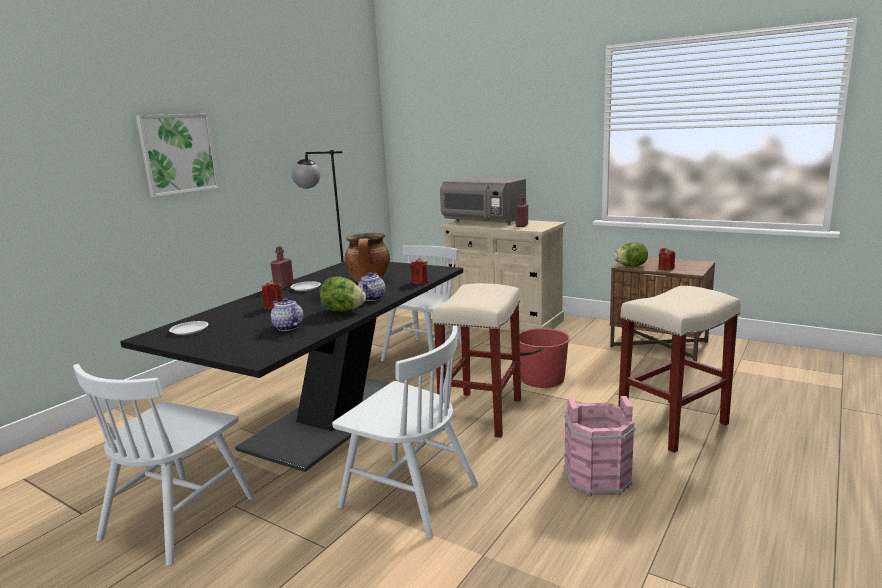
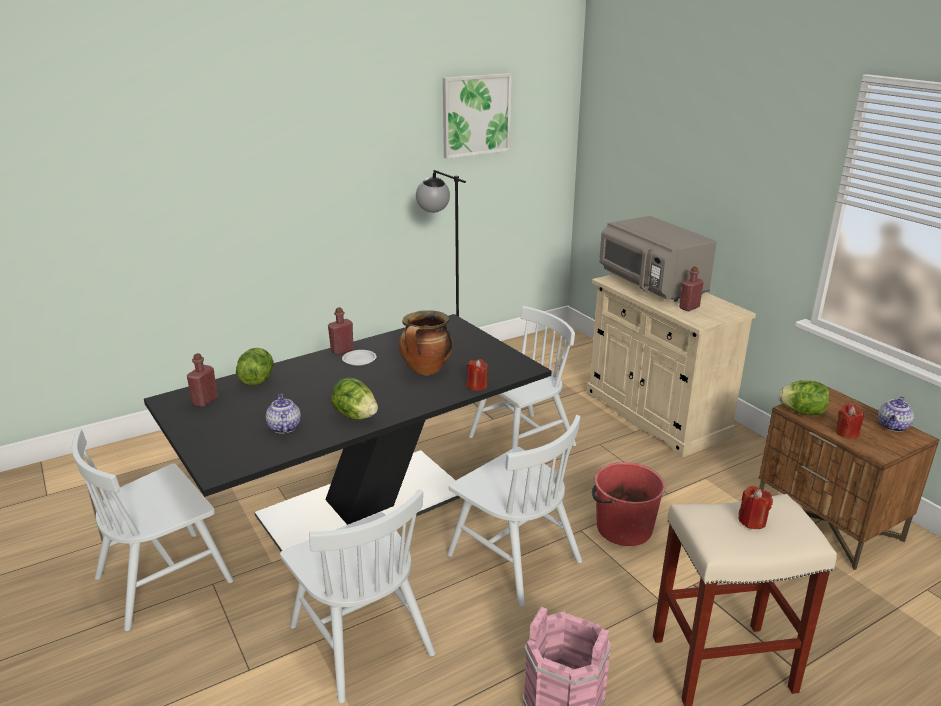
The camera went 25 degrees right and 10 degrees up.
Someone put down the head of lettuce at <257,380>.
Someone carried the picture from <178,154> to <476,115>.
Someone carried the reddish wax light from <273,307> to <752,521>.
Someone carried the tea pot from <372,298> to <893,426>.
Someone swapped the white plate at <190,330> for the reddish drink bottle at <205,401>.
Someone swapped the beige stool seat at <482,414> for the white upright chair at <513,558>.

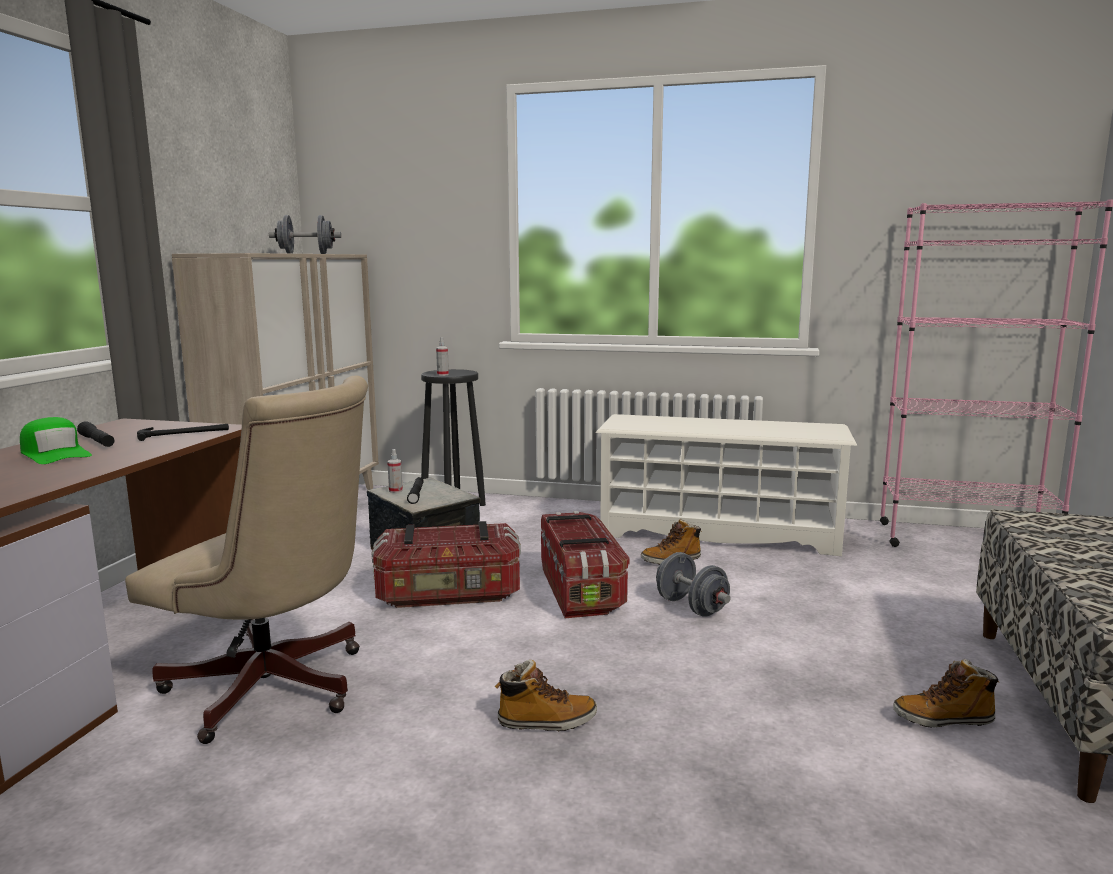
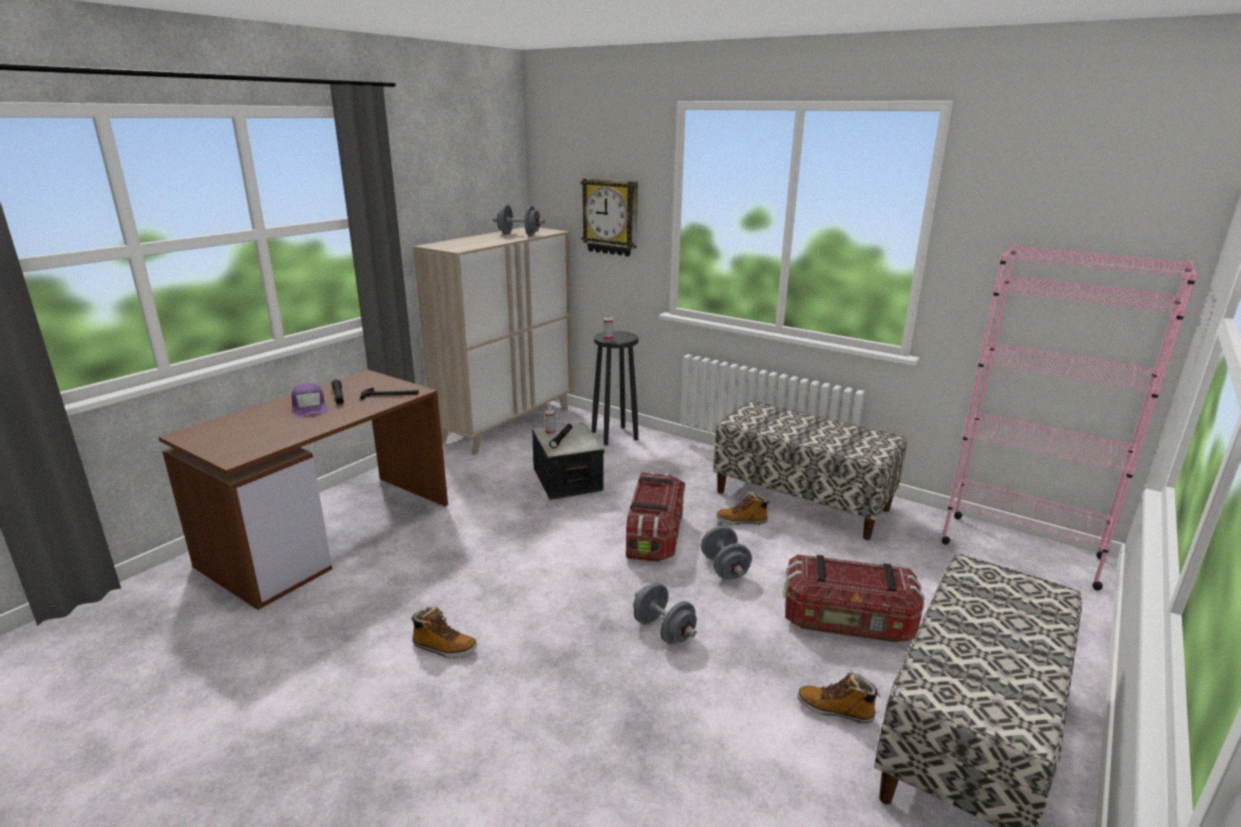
The camera went 20 degrees right and 10 degrees up.
Someone took away the beige office chair at <275,691>.
Someone put up the wall clock at <611,217>.
Someone put down the greyish hand weight at <663,630>.
Someone carried the storage box from <449,595> to <847,622>.
Someone carried the tall boot from <546,722> to <444,648>.
Someone swapped the white shoe rack at <719,532> for the bench at <802,500>.
Someone repainted the green-coloured peaked cap at <55,454>, which became the purplish peaked cap at <309,407>.

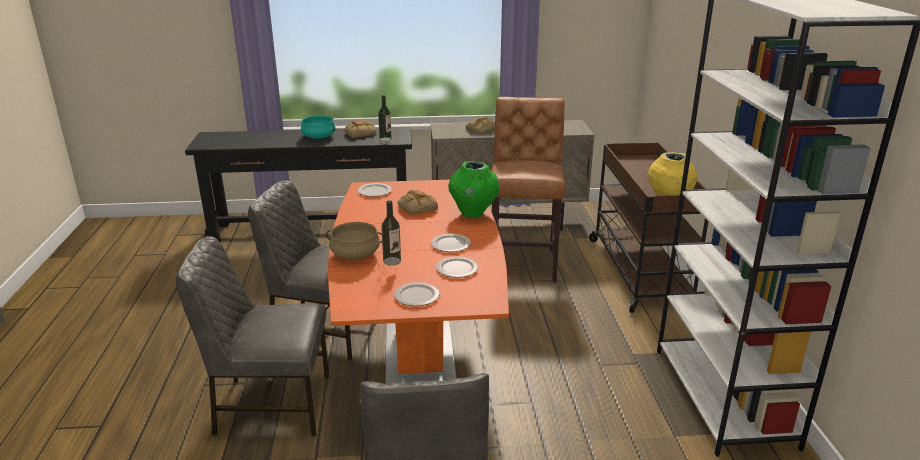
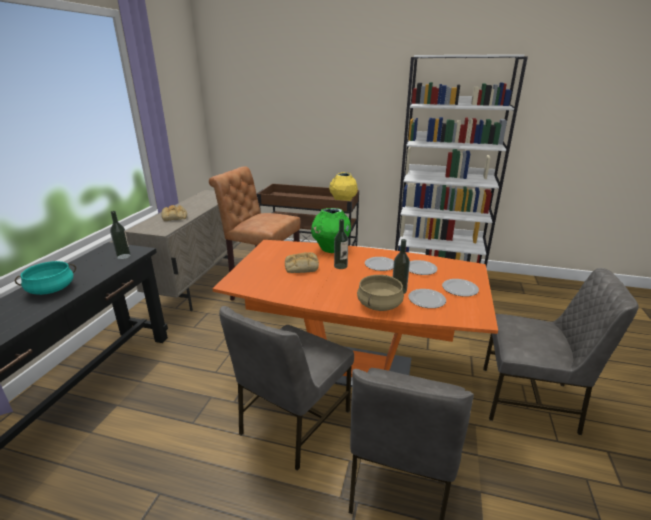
The camera went 70 degrees left and 0 degrees up.
Someone took away the bakery bread at <360,133>.
Someone put down the drink bottle at <340,266>.
Someone carried the plate from <374,192> to <427,300>.

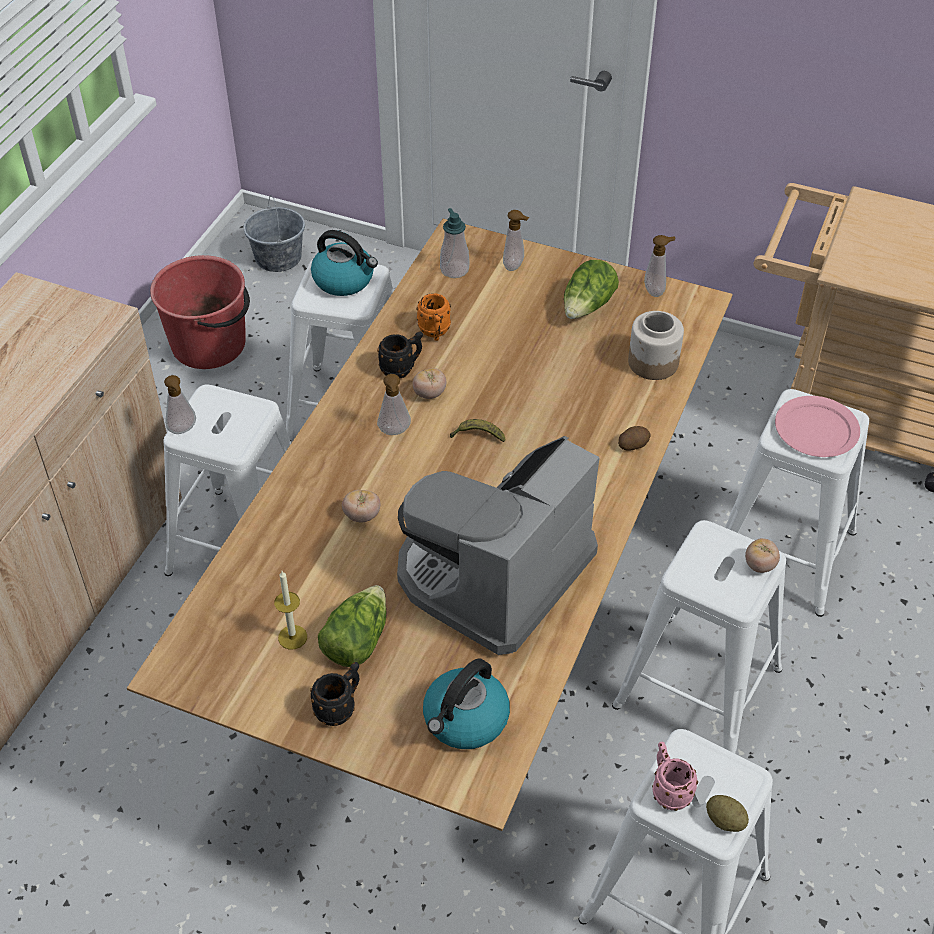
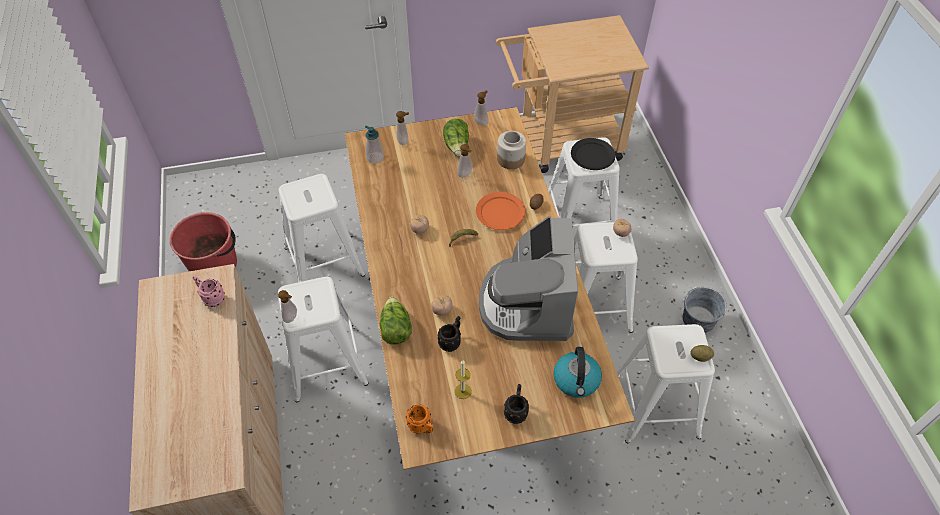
The camera went 35 degrees left and 5 degrees up.
Someone took away the water kettle at <344,280>.
Someone put down the orange plate at <500,212>.
Someone carried the greyish pail from <278,257> to <698,319>.
Someone carried the head of lettuce from <356,640> to <395,328>.
Someone carried the blackish coffee mug from <402,369> to <451,341>.
Someone carried the soap dispenser from <394,432> to <465,175>.
Someone carried the orange coffee mug from <435,333> to <422,427>.
Someone carried the pink coffee mug from <668,790> to <211,298>.
Someone repainted the pink plate at <816,430>, which became the blackish plate at <593,156>.

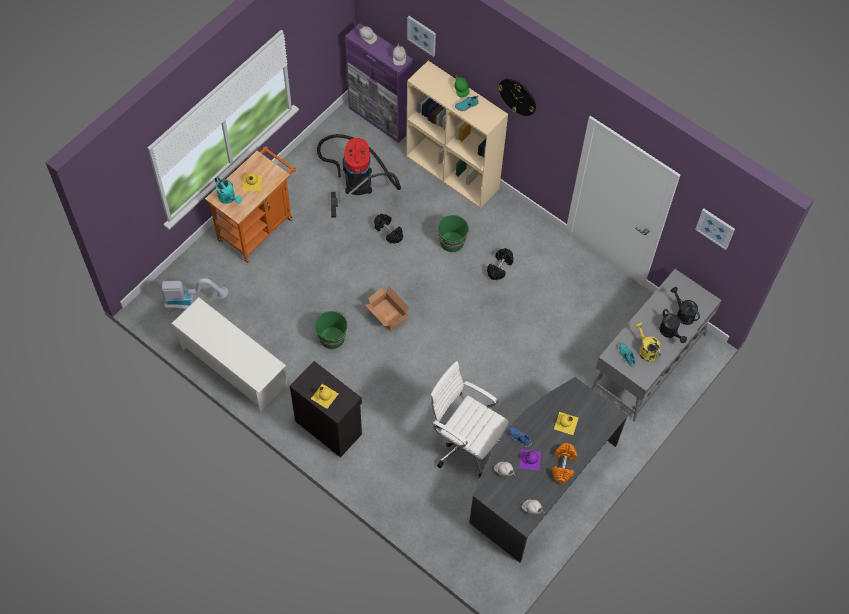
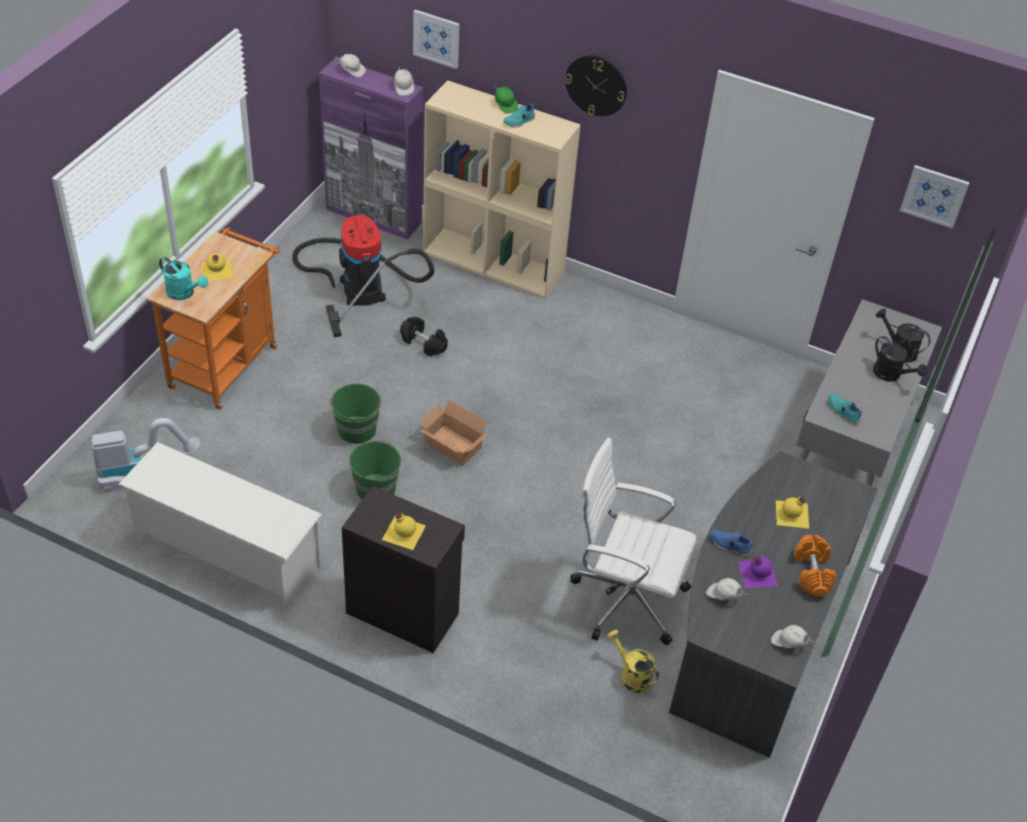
The camera went 15 degrees left and 15 degrees down.
Someone took away the blackish hand weight at <500,267>.
Someone carried the green-coloured pail from <451,242> to <357,430>.
Someone carried the yellow watering pot from <645,350> to <631,675>.

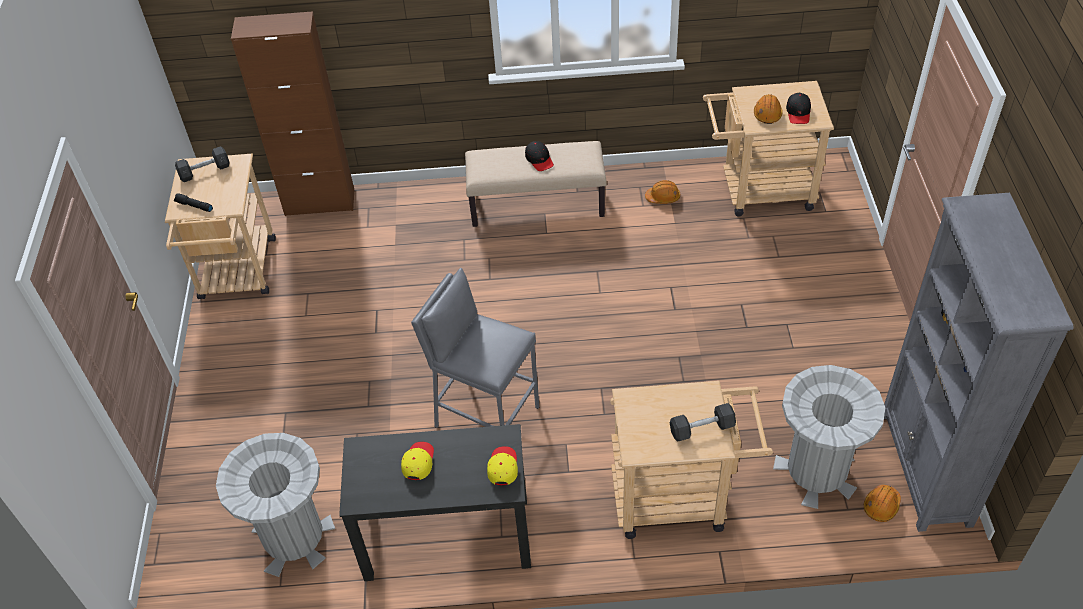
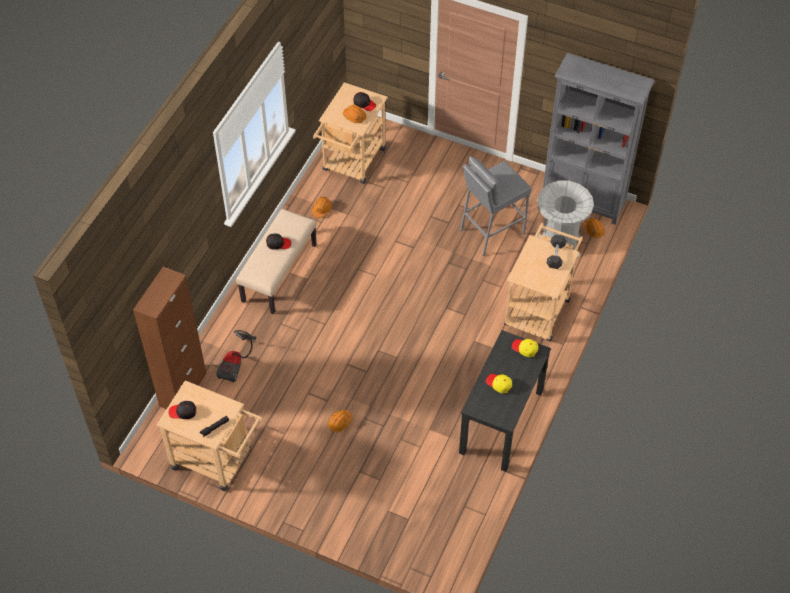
The camera went 65 degrees left and 5 degrees up.
Someone took away the greyish trash can at <293,537>.
Someone put down the vacuum cleaner at <236,363>.
Someone put down the orange hard hat at <339,422>.
Someone carried the greyish stool seat from <486,416> to <491,231>.
Someone swapped the greyish hand weight at <205,171> for the blackish peaked cap at <183,412>.

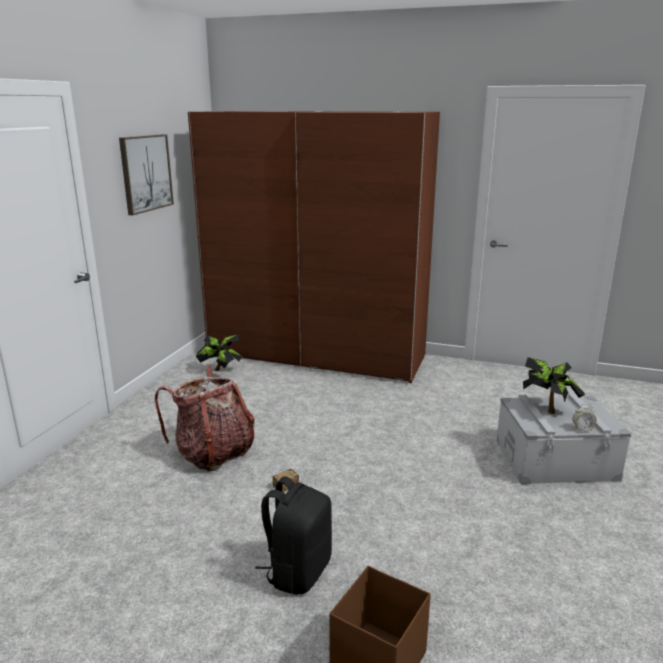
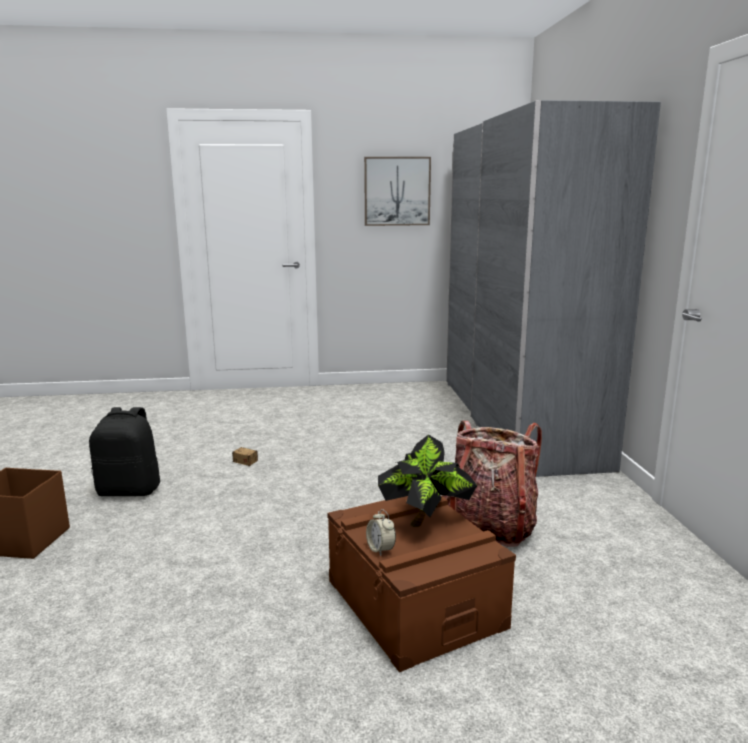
The camera went 65 degrees right and 5 degrees down.
Someone took away the potted plant at <221,371>.
Someone carried the rucksack from <213,453> to <489,526>.
Someone repainted the brownish wardrobe at <316,354>, which became the greyish wardrobe at <516,420>.
Someone repainted the greyish storage box at <555,459>, which became the brownish storage box at <415,603>.

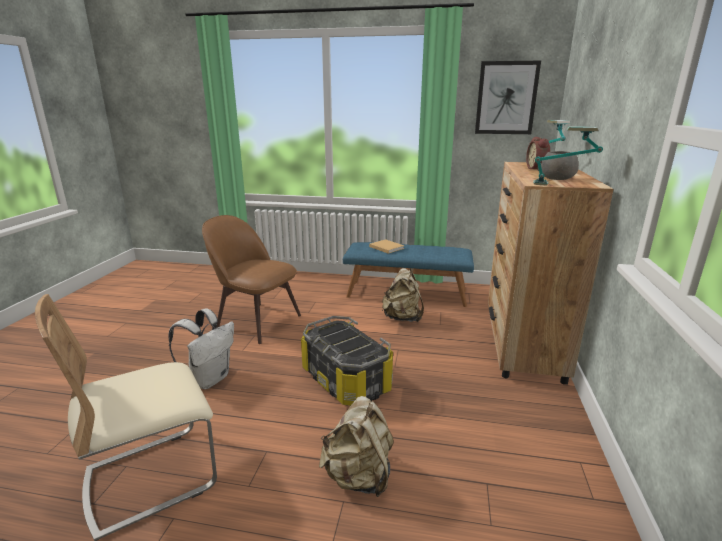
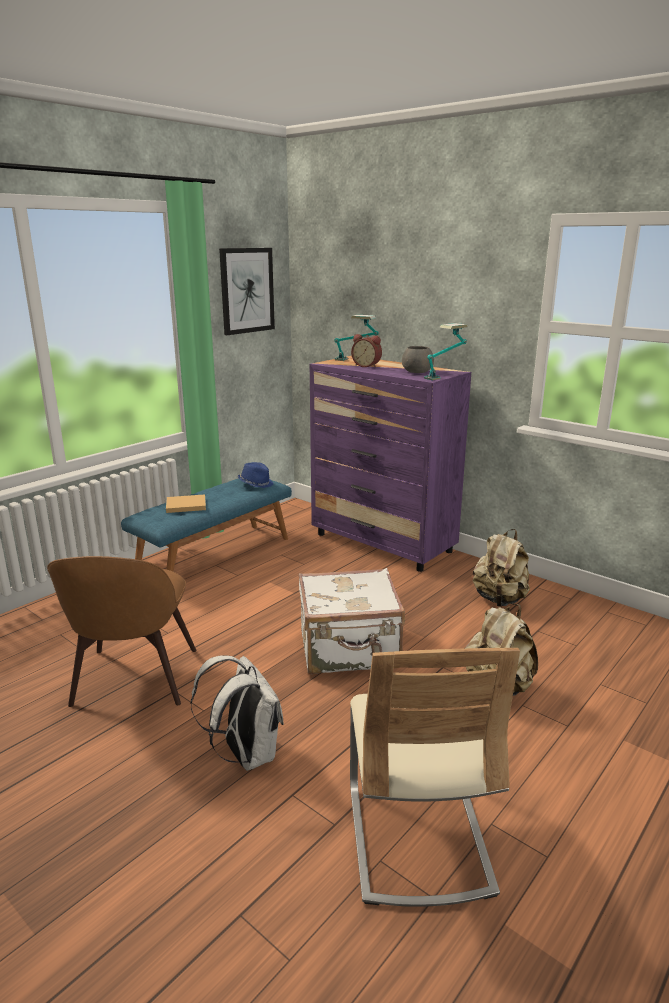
The camera went 60 degrees left and 0 degrees up.
Someone put down the blue hat at <256,484>.
Someone carried the beige rucksack from <402,318> to <500,599>.
Someone swapped the storage box at <346,380> for the white suitcase at <349,650>.
Someone repainted the brownish drawer chest at <522,345>, which became the purplish drawer chest at <383,543>.
Someone rotated the brownish upright chair at <256,321> by 60 degrees counterclockwise.

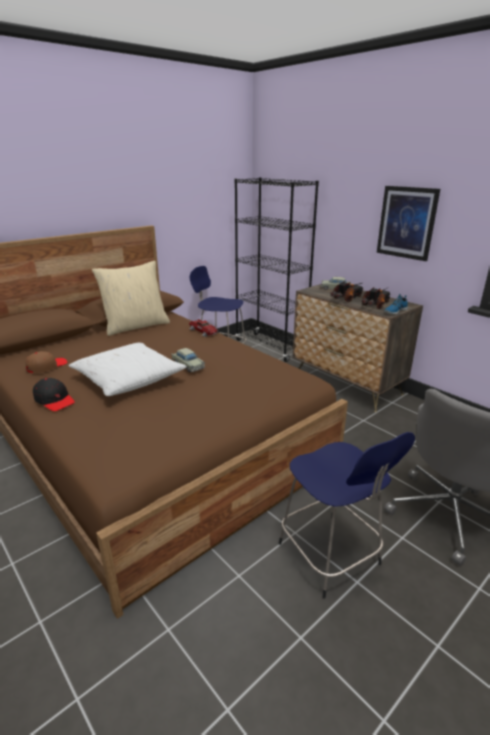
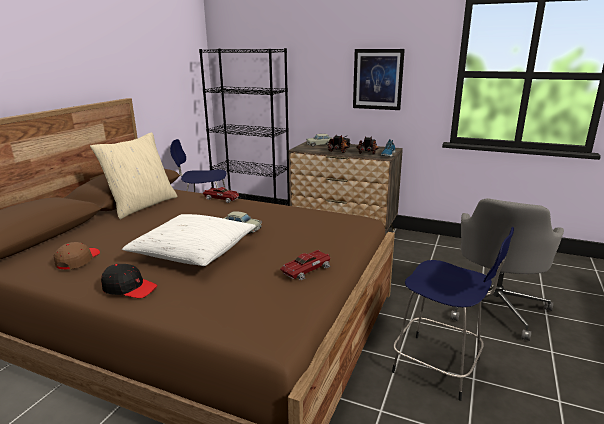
The camera went 25 degrees left and 5 degrees down.
Someone put down the miniature car at <306,269>.

